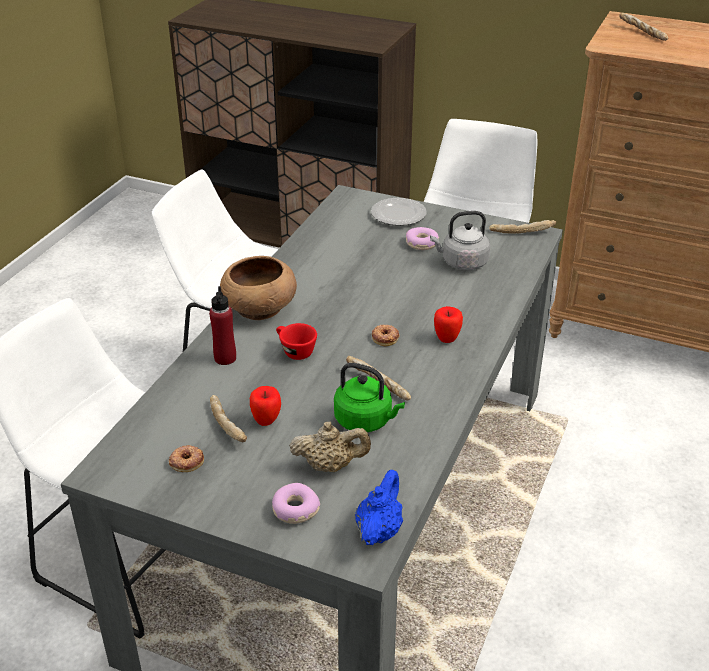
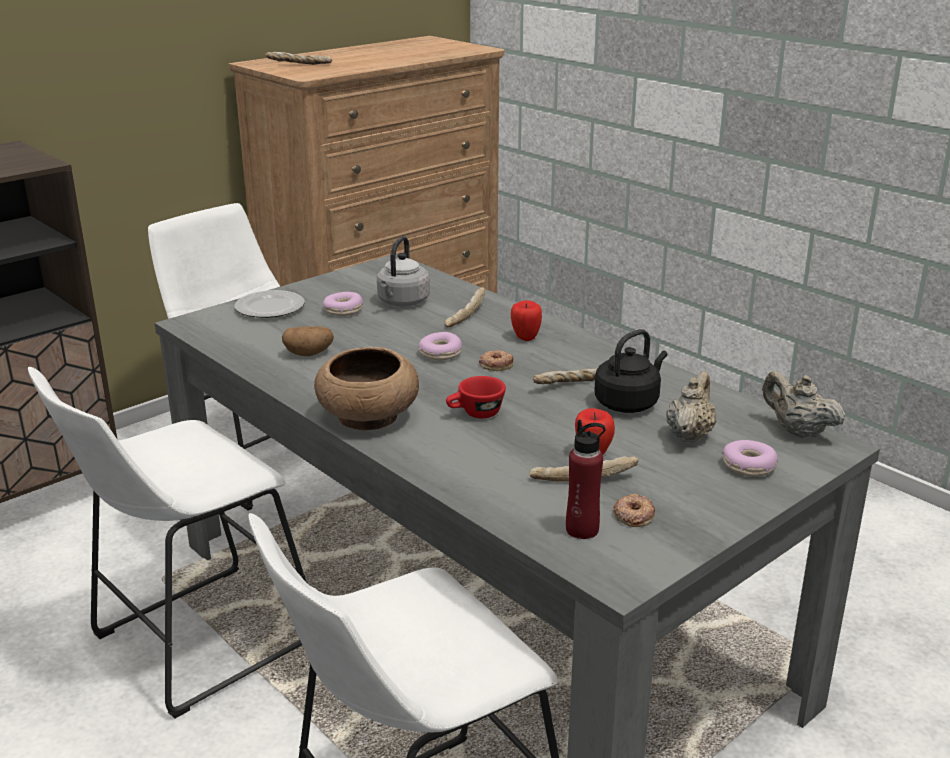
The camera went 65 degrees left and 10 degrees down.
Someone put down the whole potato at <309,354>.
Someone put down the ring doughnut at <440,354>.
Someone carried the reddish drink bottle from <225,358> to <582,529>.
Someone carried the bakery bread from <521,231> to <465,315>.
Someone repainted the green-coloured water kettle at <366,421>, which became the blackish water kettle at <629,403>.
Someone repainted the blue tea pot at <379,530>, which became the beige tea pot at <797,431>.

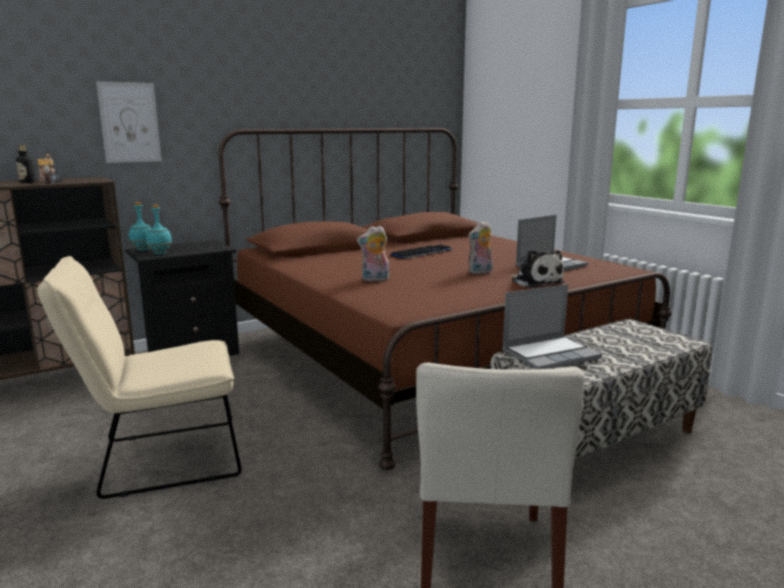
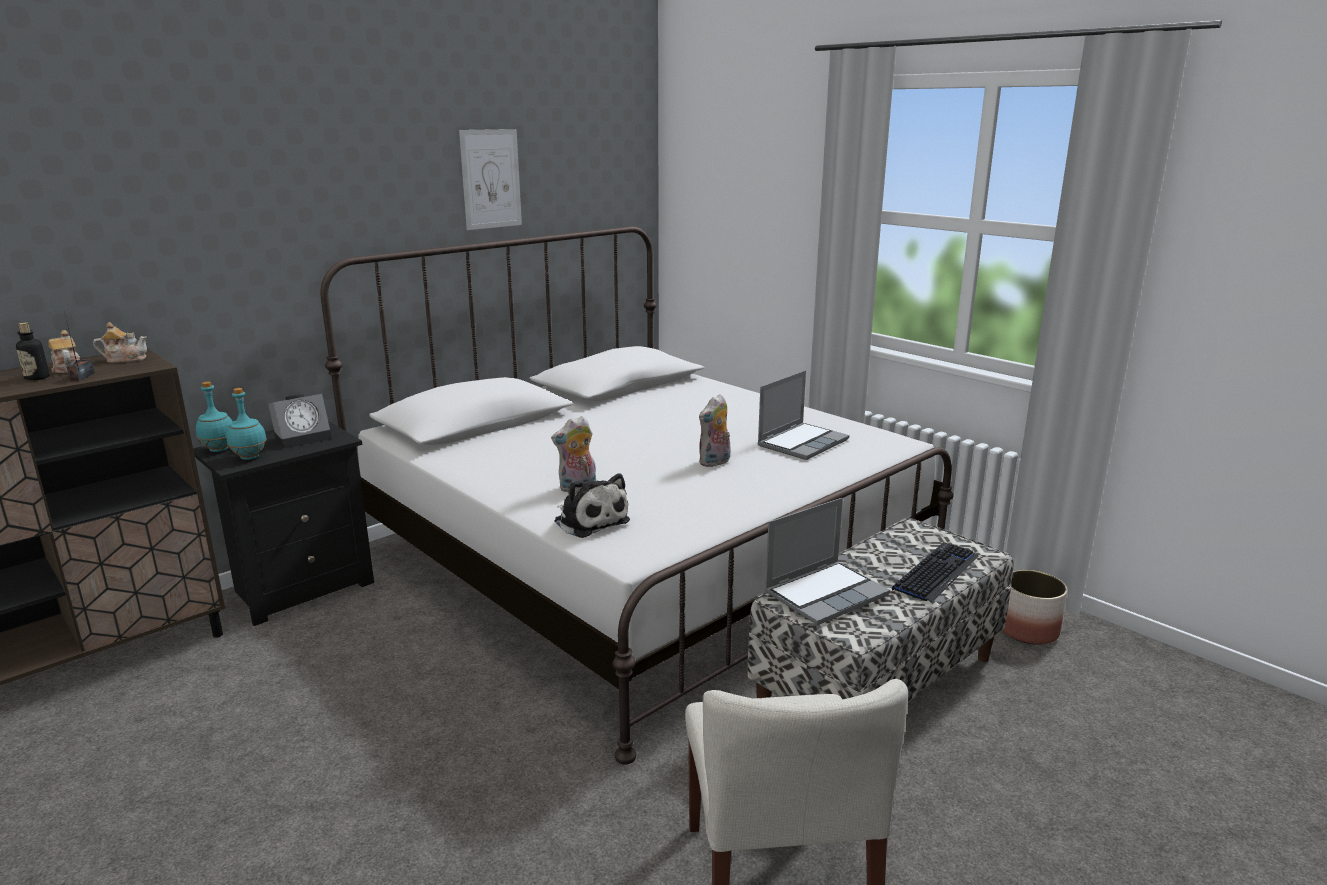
The camera went 10 degrees left and 5 degrees up.
Someone took away the beige upright chair at <159,459>.
Someone put down the tea pot at <125,359>.
Someone put down the bedside clock at <304,438>.
Someone put down the plant pot at <1028,631>.
Someone carried the picture from <129,122> to <491,179>.
Someone carried the computer keyboard from <422,253> to <936,573>.
Someone carried the soft toy from <536,282> to <590,521>.
Someone repainted the brownish bed at <428,353>, which became the white bed at <641,560>.

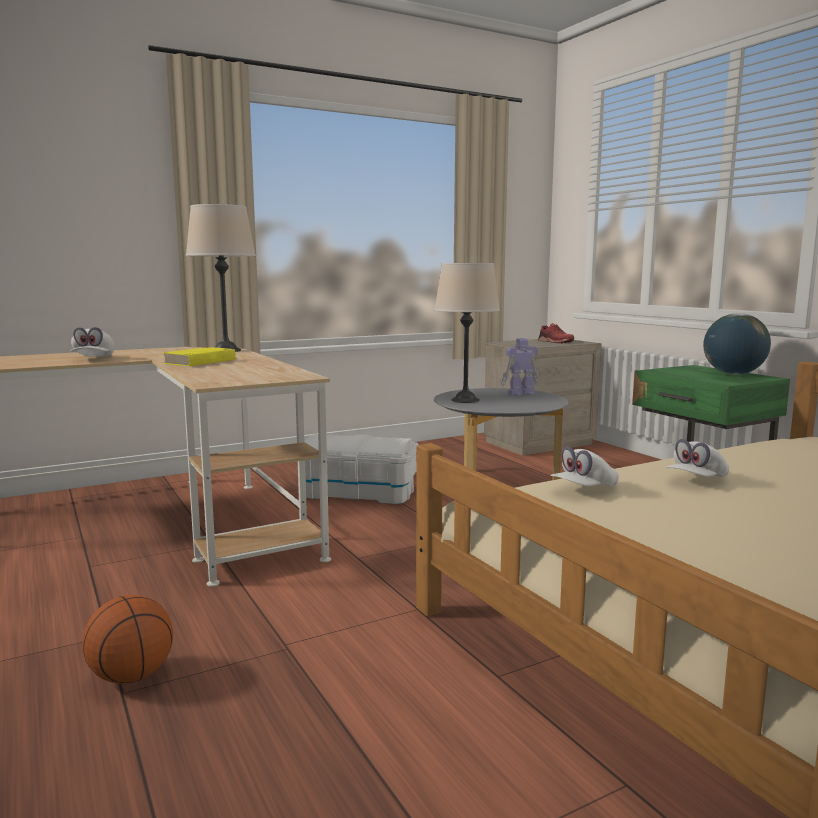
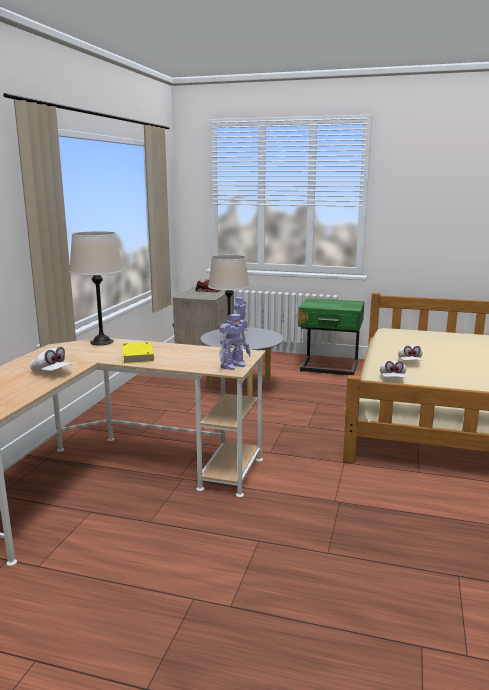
The camera went 45 degrees left and 5 degrees up.
Someone took away the basketball at <132,676>.
Someone took away the white storage box at <359,492>.
Someone took away the globe at <734,374>.
Someone put down the robot figure at <234,366>.

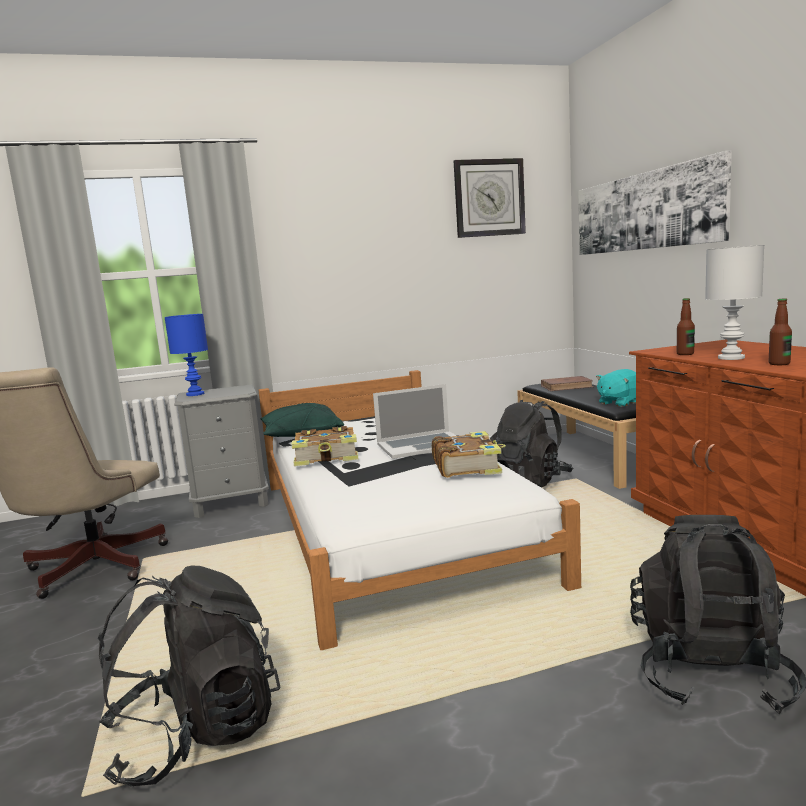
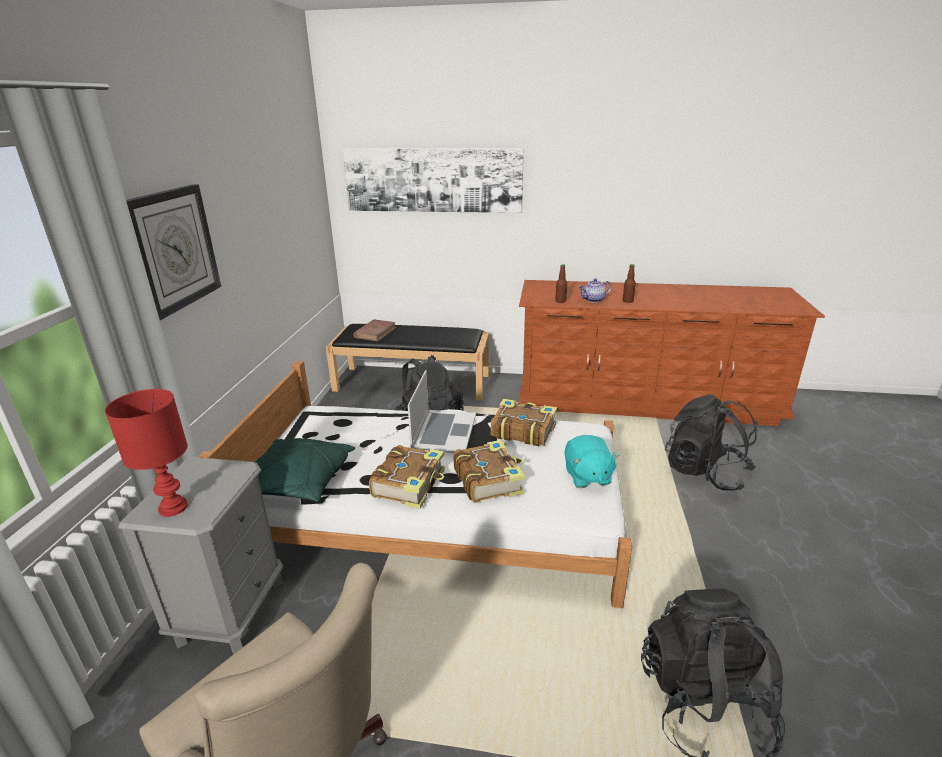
The camera went 65 degrees left and 15 degrees up.
Someone put down the bound book at <488,480>.
Someone carried the wall clock from <489,198> to <173,249>.
Someone carried the turquoise-coloured soft toy from <619,403> to <587,476>.
Someone swapped the white tabletop lamp at <731,358> for the tea pot at <593,300>.
Someone repainted the blue tabletop lamp at <196,394>, which became the reddish tabletop lamp at <174,507>.

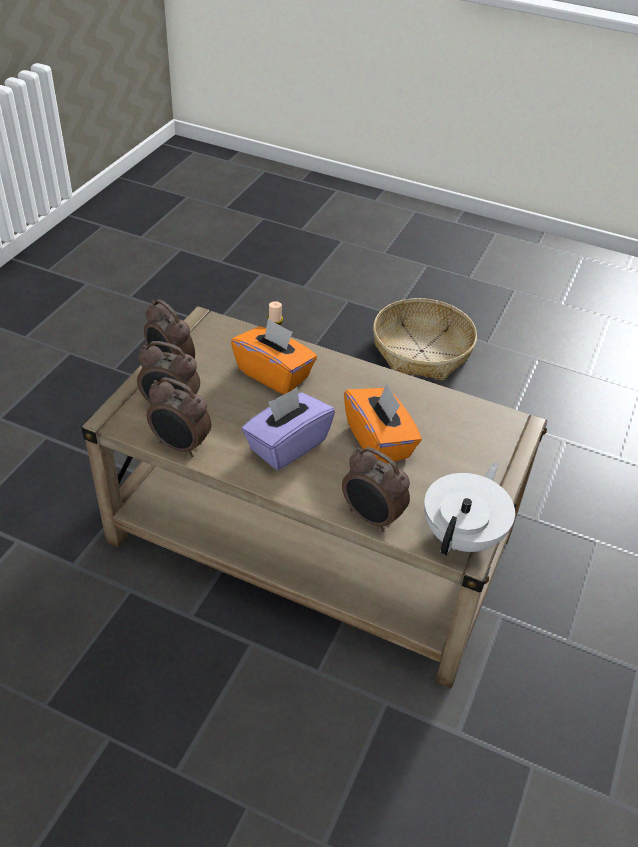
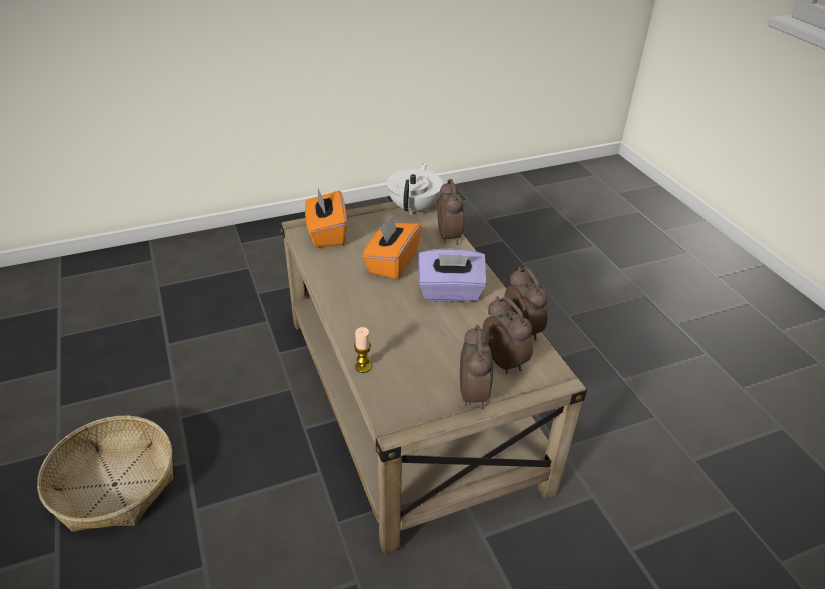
The camera went 135 degrees left and 5 degrees down.
Someone carried the orange tissue holder from <274,374> to <326,234>.
Someone rotated the white tea pot at <463,535> by 120 degrees clockwise.

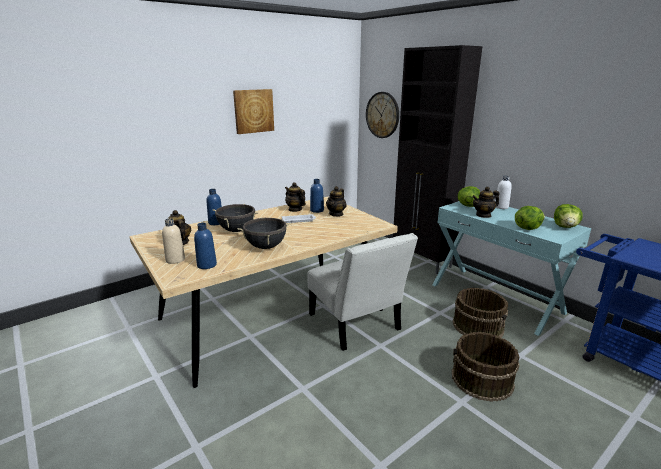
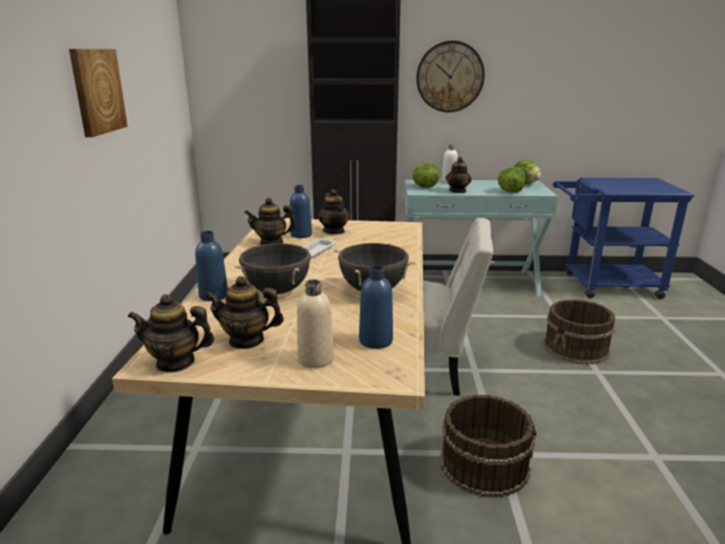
The camera went 50 degrees left and 0 degrees up.
Someone put down the tea pot at <175,362>.
Someone carried the wall clock from <382,115> to <450,77>.
Someone carried the brownish pail from <478,326> to <484,464>.

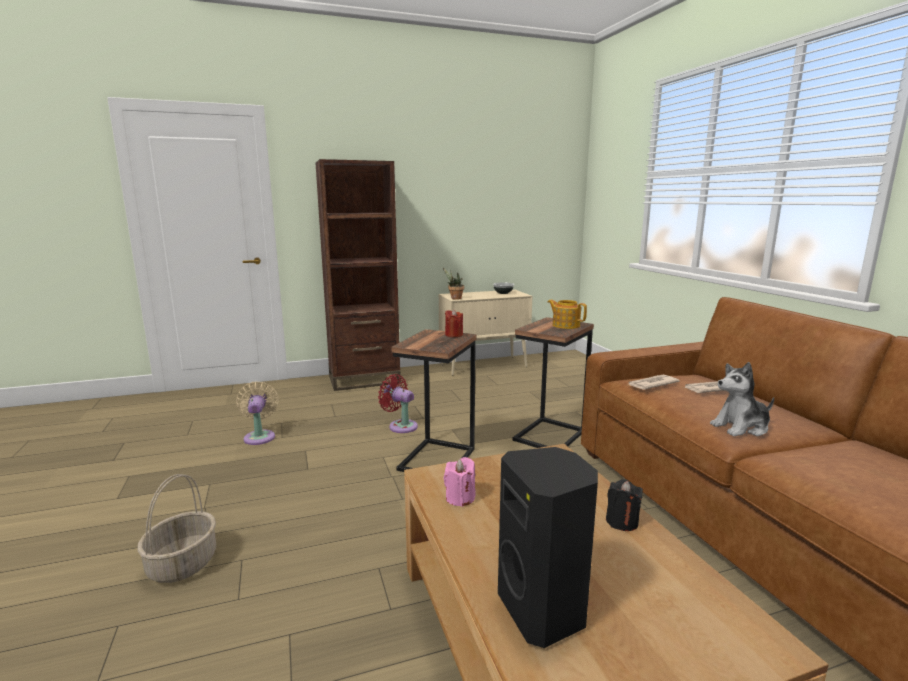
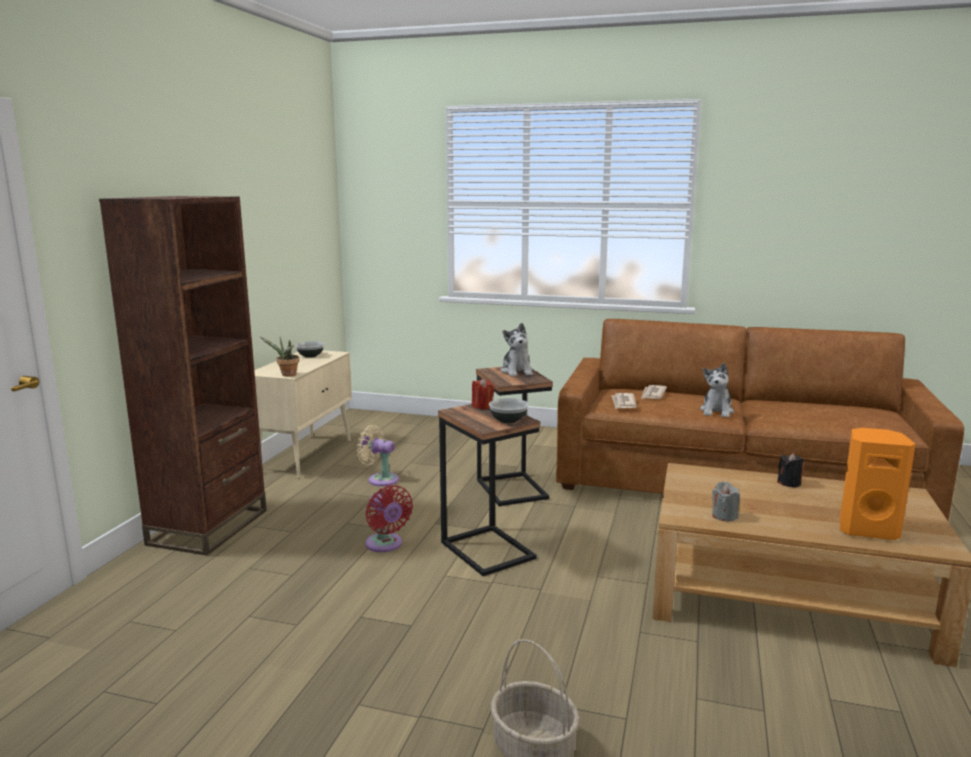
The camera went 55 degrees left and 0 degrees up.
Someone put down the serving bowl at <509,420>.
Someone carried the beige cooling fan from <260,436> to <380,479>.
Someone swapped the tea pot at <565,325> for the soft toy at <517,371>.
Someone repainted the pink wax light at <460,498>, which became the greyish wax light at <724,516>.
Someone repainted the blackish speaker at <544,611>, which became the orange speaker at <866,529>.
Someone rotated the reddish cooling fan at <400,426> by 105 degrees counterclockwise.

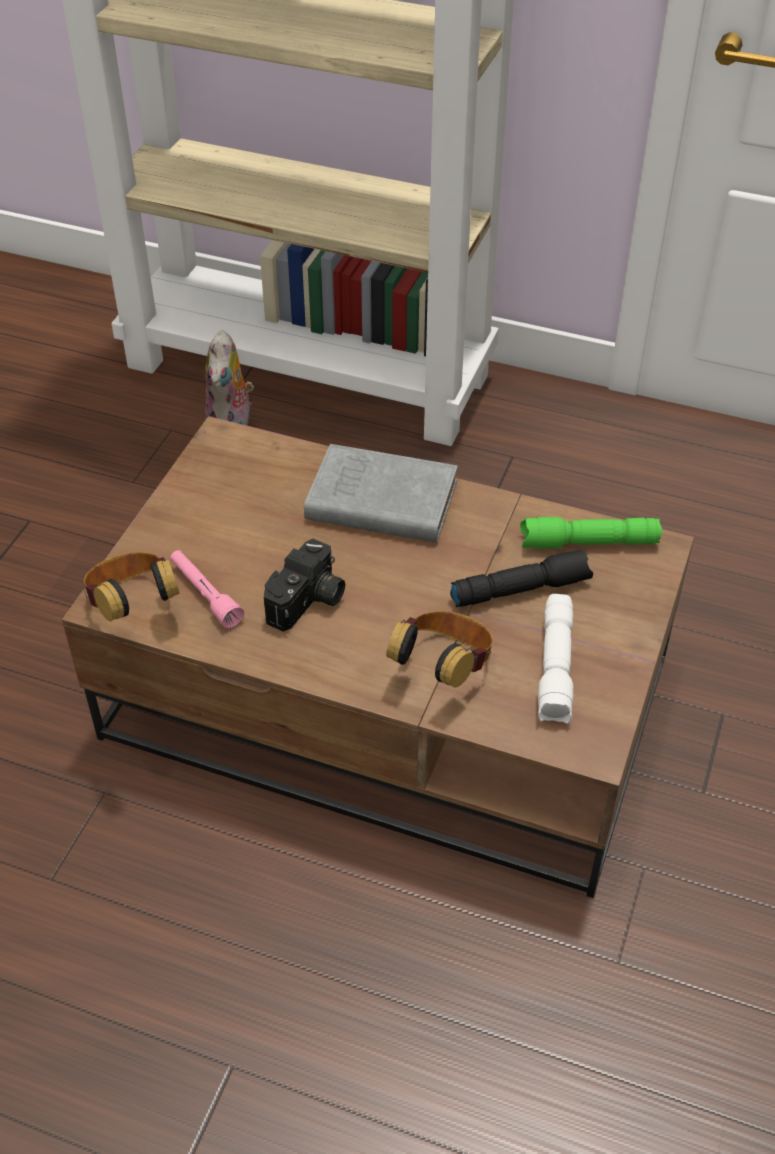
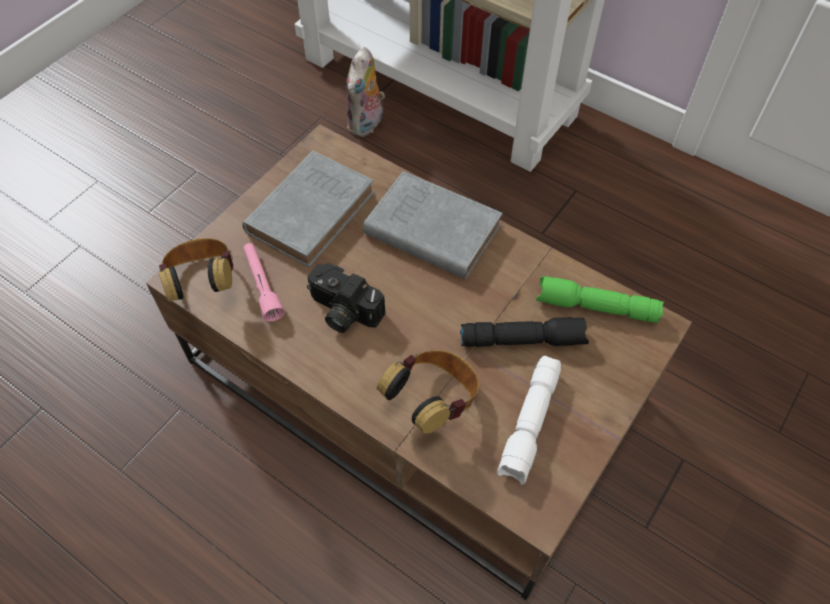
The camera went 15 degrees right and 10 degrees up.
Someone put down the greyish bound book at <313,210>.
Someone rotated the still camera at <308,602> by 75 degrees clockwise.

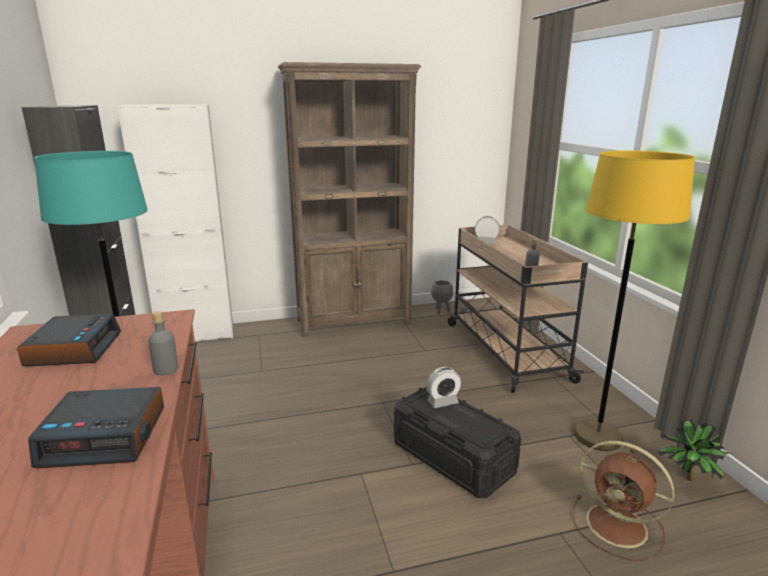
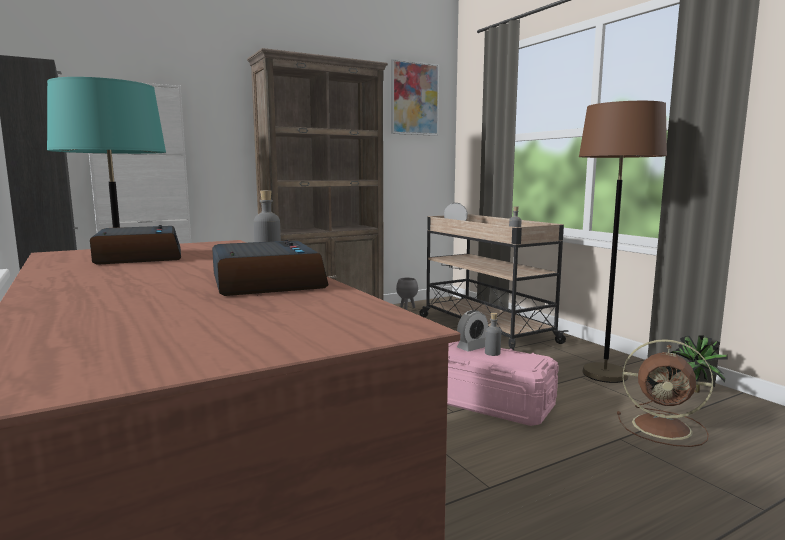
The camera went 15 degrees left and 10 degrees down.
Someone put up the picture at <414,99>.
Someone put down the greyish drink bottle at <492,353>.
Someone repainted the blackish storage box at <452,457>, which became the pink storage box at <488,402>.
Someone repainted the yellow floor lamp at <597,436>, which became the brownish floor lamp at <604,374>.
Someone rotated the bedside clock at <106,436> by 90 degrees counterclockwise.

